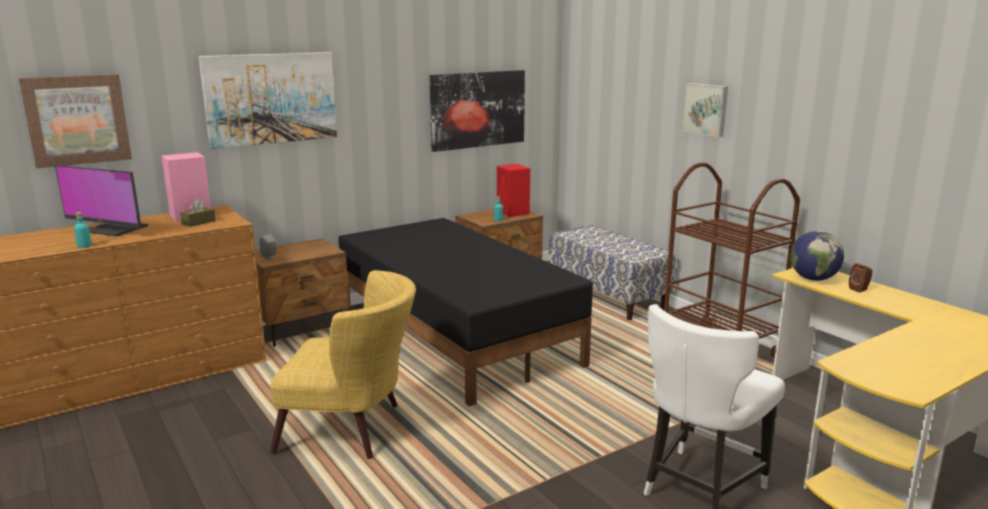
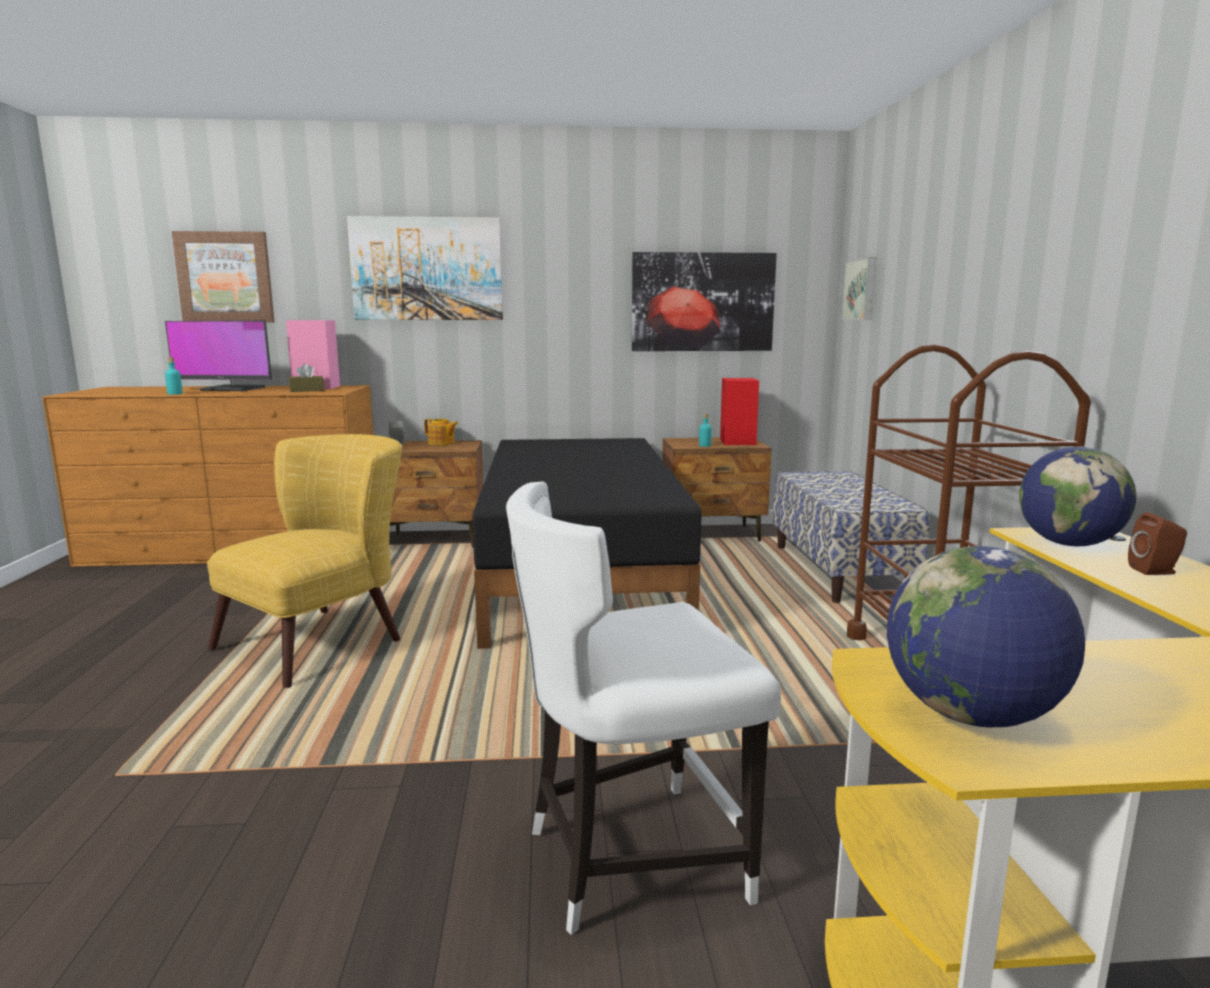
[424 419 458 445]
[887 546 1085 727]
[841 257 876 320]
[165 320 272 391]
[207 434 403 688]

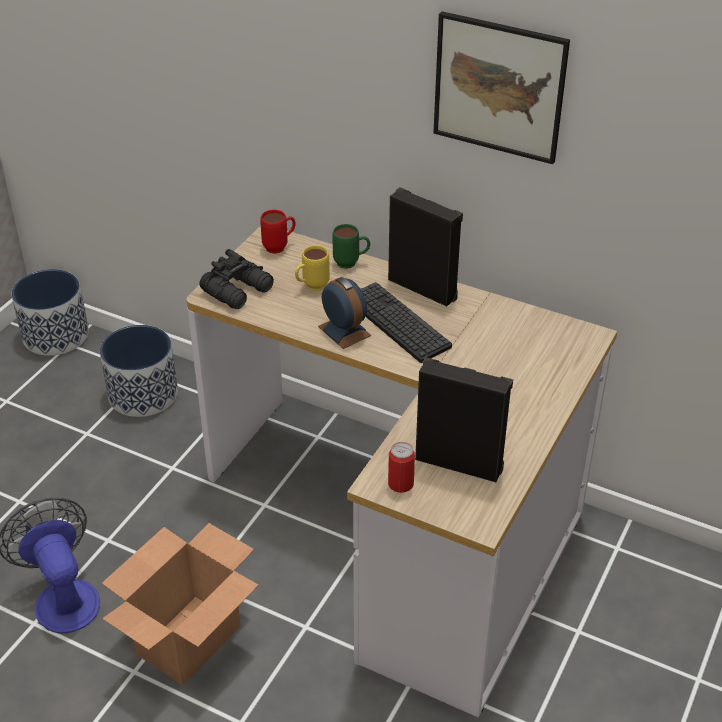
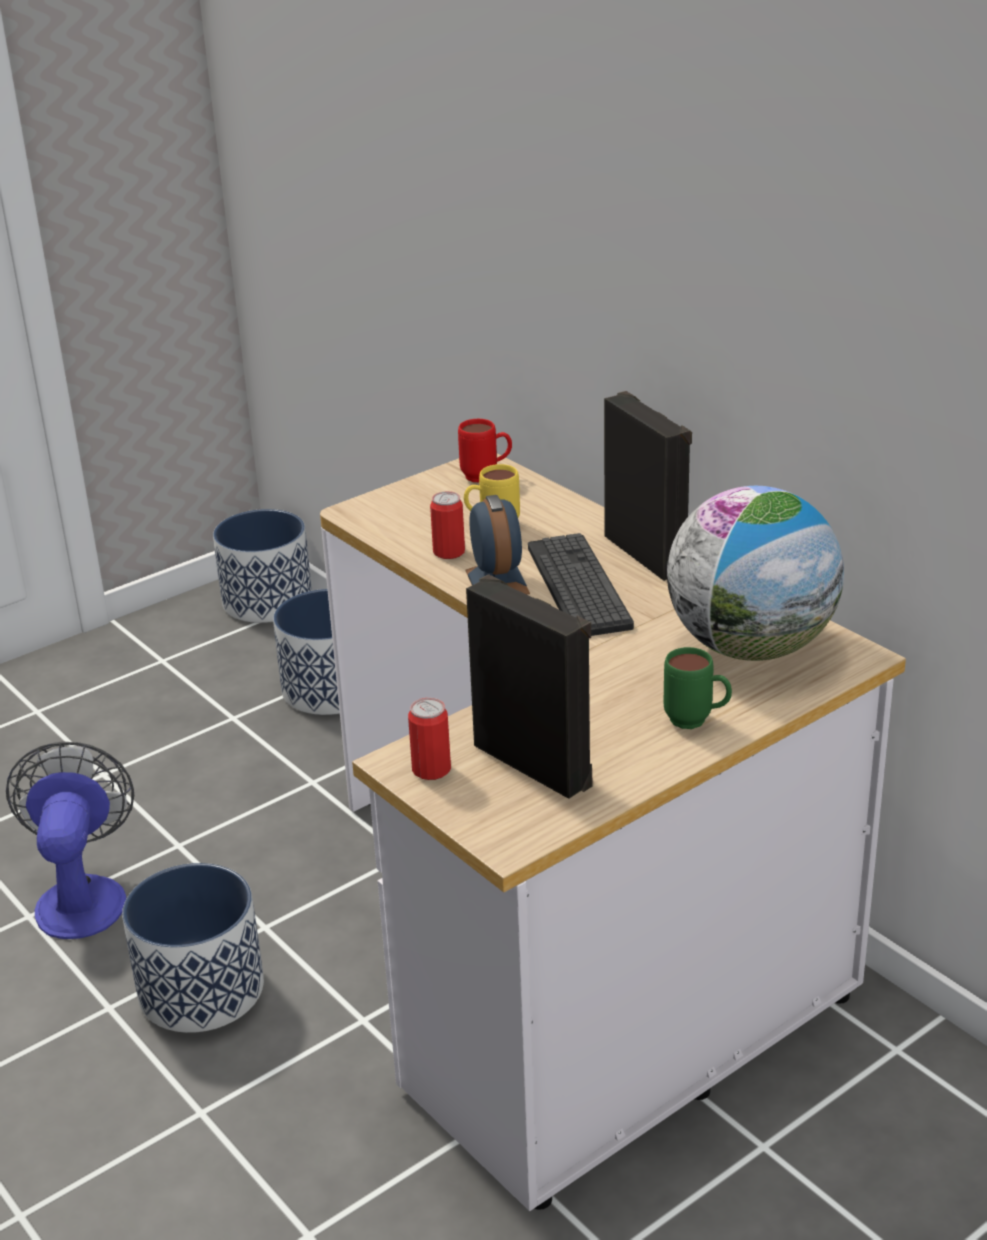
[200 249 274 309] (first image)
[433 11 570 164] (first image)
[430 491 465 559]
[667 486 844 661]
[664 647 732 729]
[122 863 264 1033]

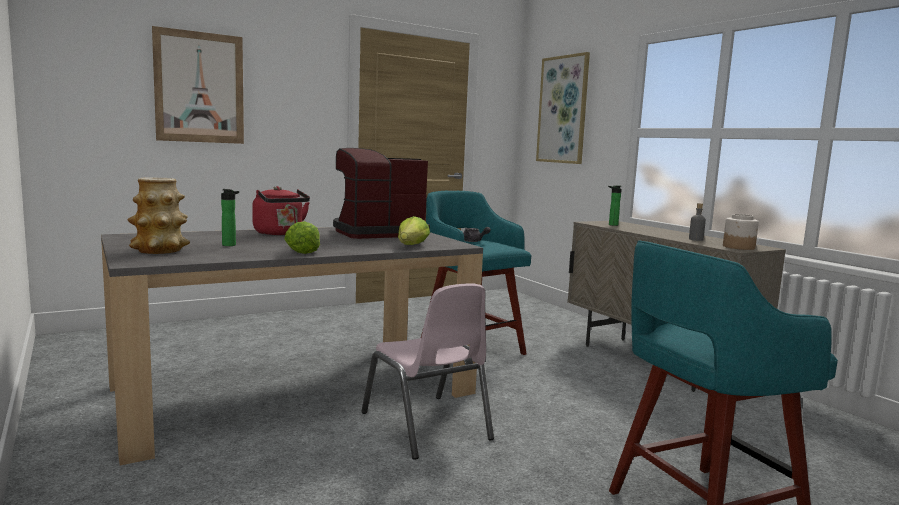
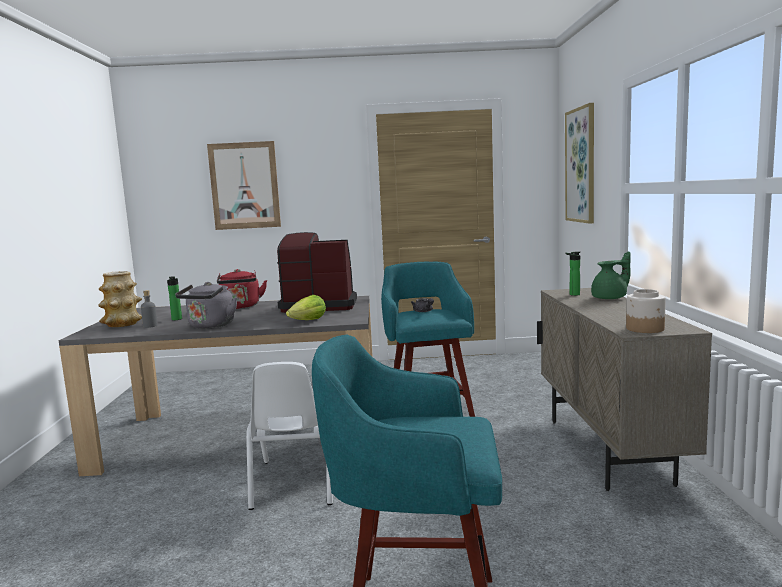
[591 251 631 299]
[141 290 157 328]
[175 282 237 329]
[246 362 333 510]

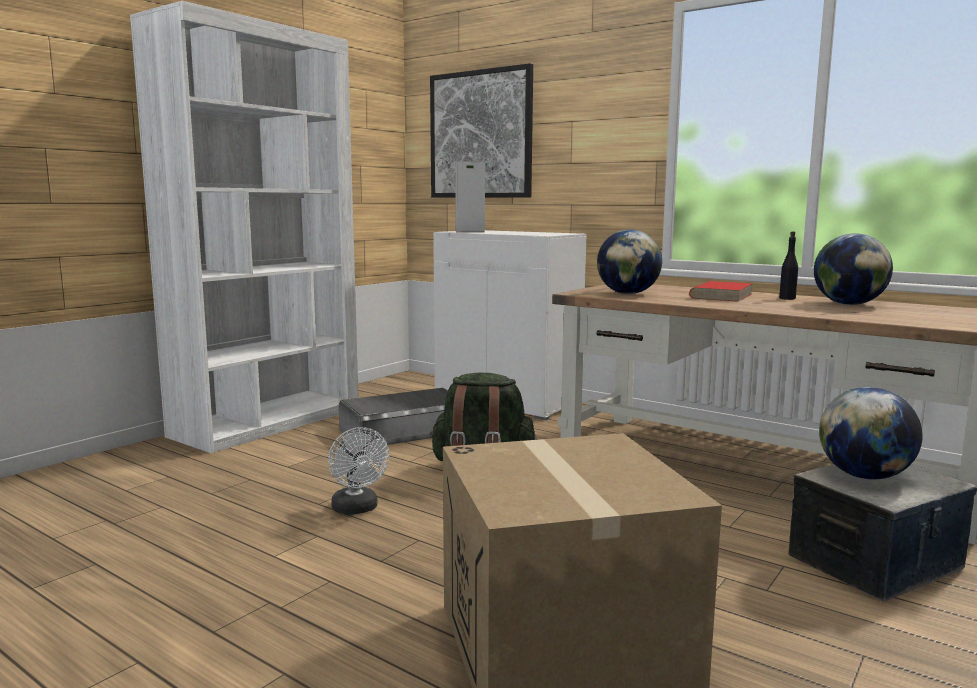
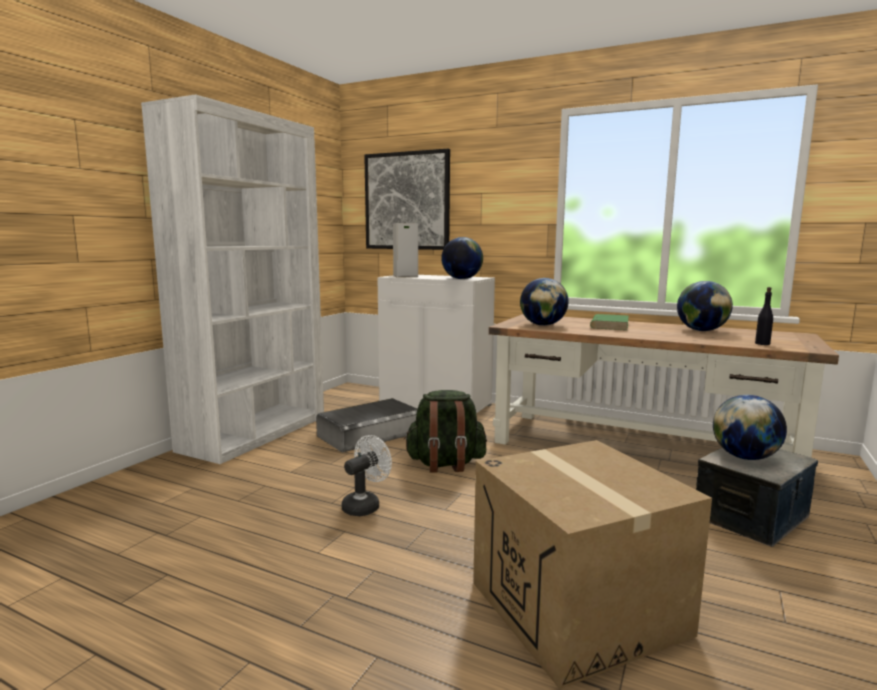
[441 237 483 279]
[755 287 773 345]
[590 314 629 330]
[342 435 392 516]

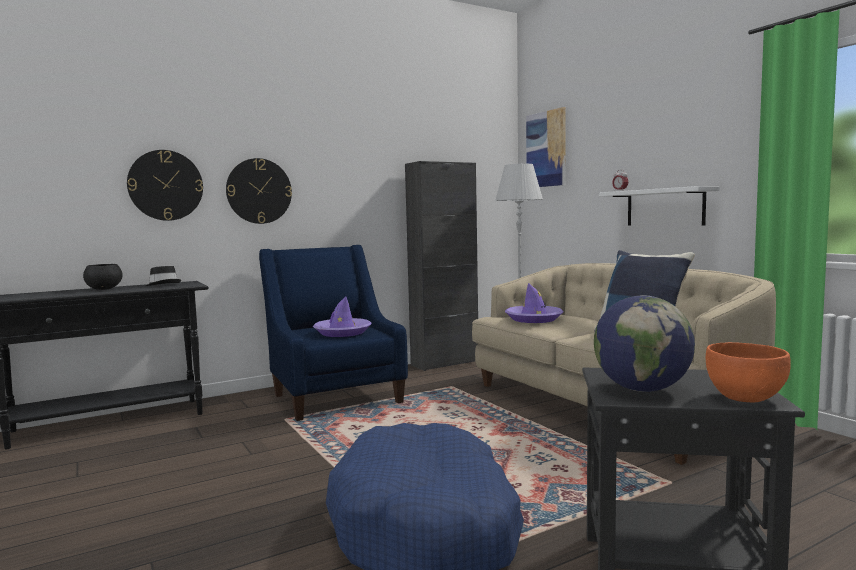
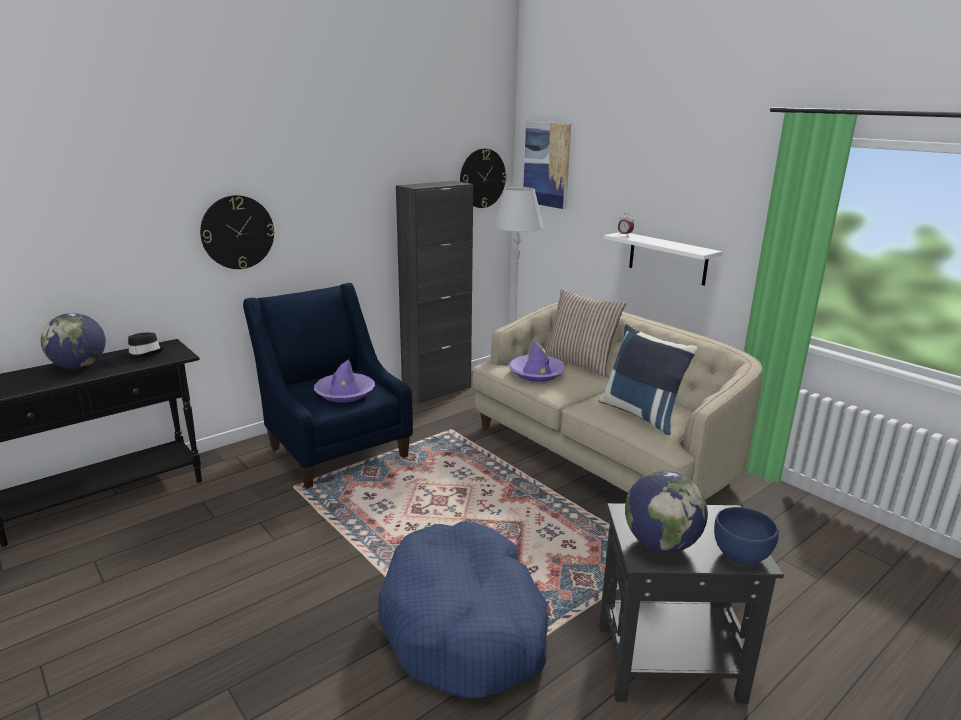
[545 288 626 377]
[460 148 507 208]
[41 313 106 369]
[714 507 779 564]

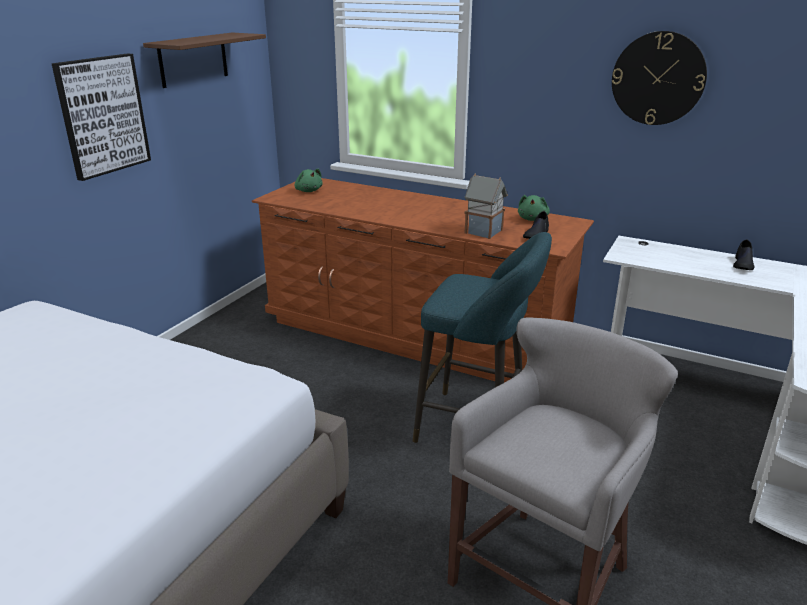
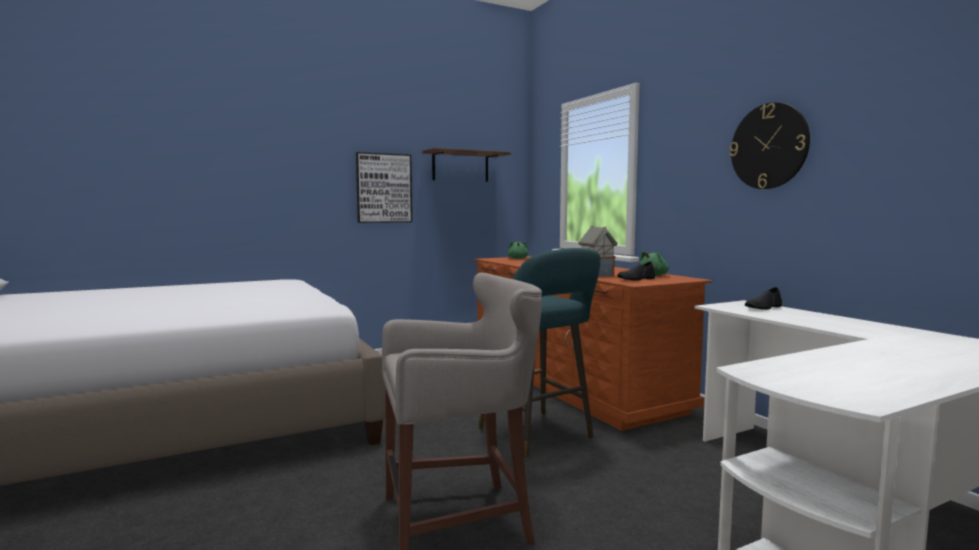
[745 287 782 310]

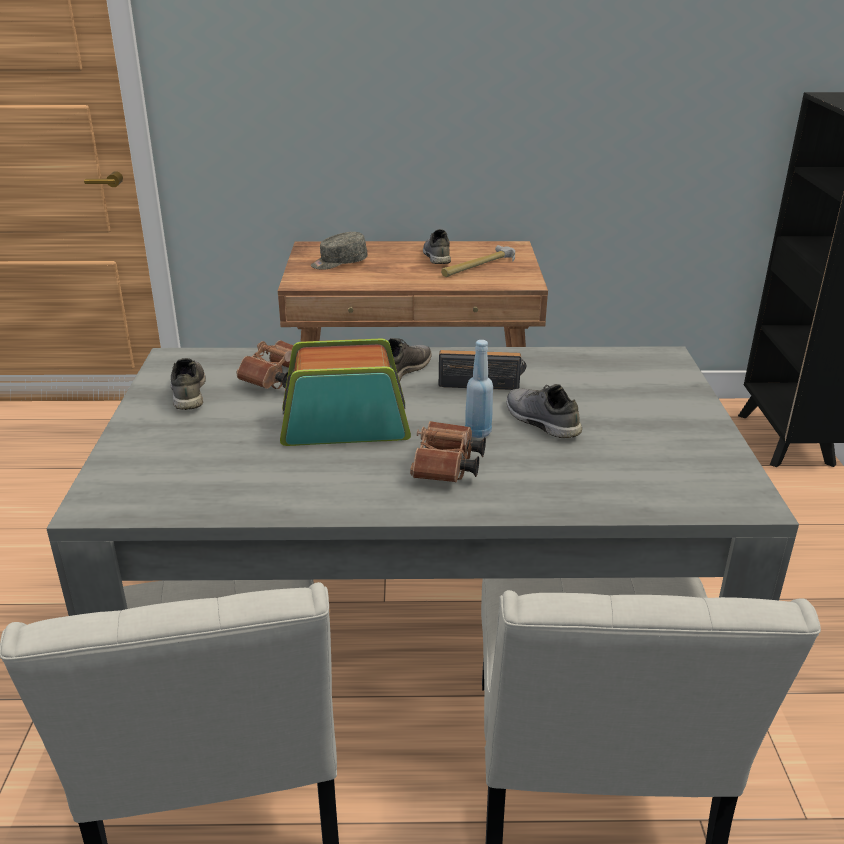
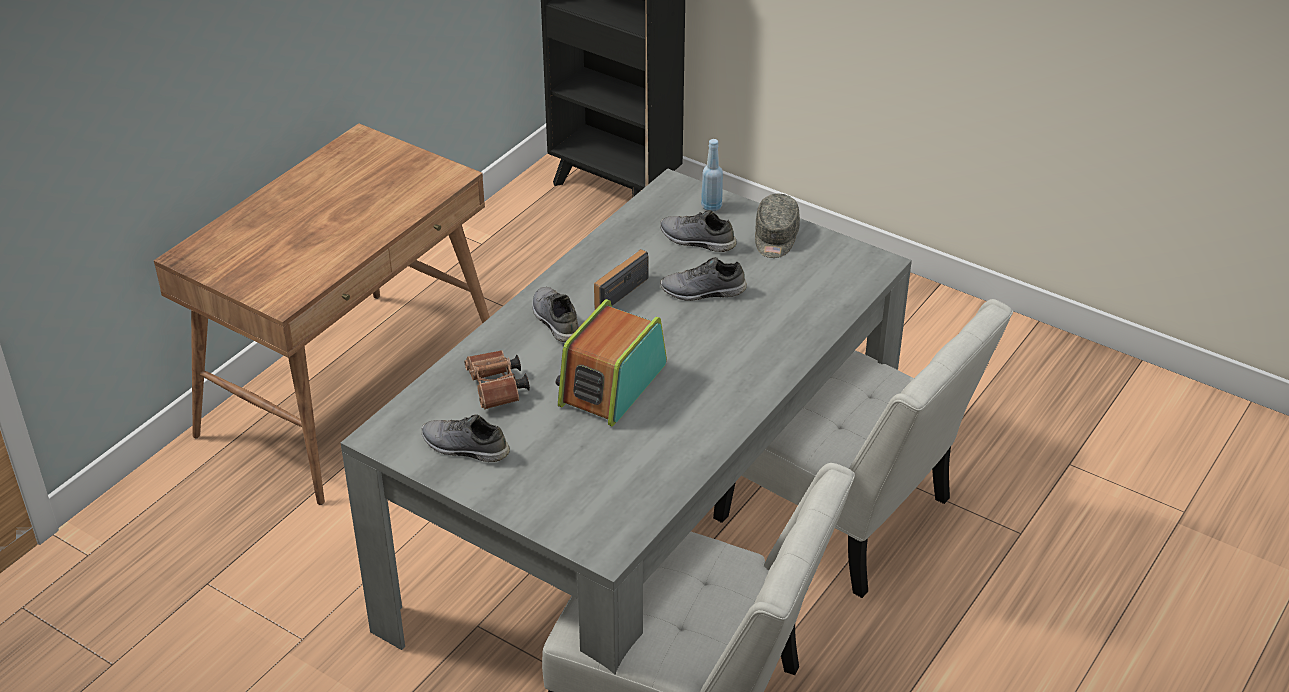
[410 421 486 482] (first image)
[441 245 515 277] (first image)
[755 194 800 258]
[660 210 737 252]
[701 139 723 212]

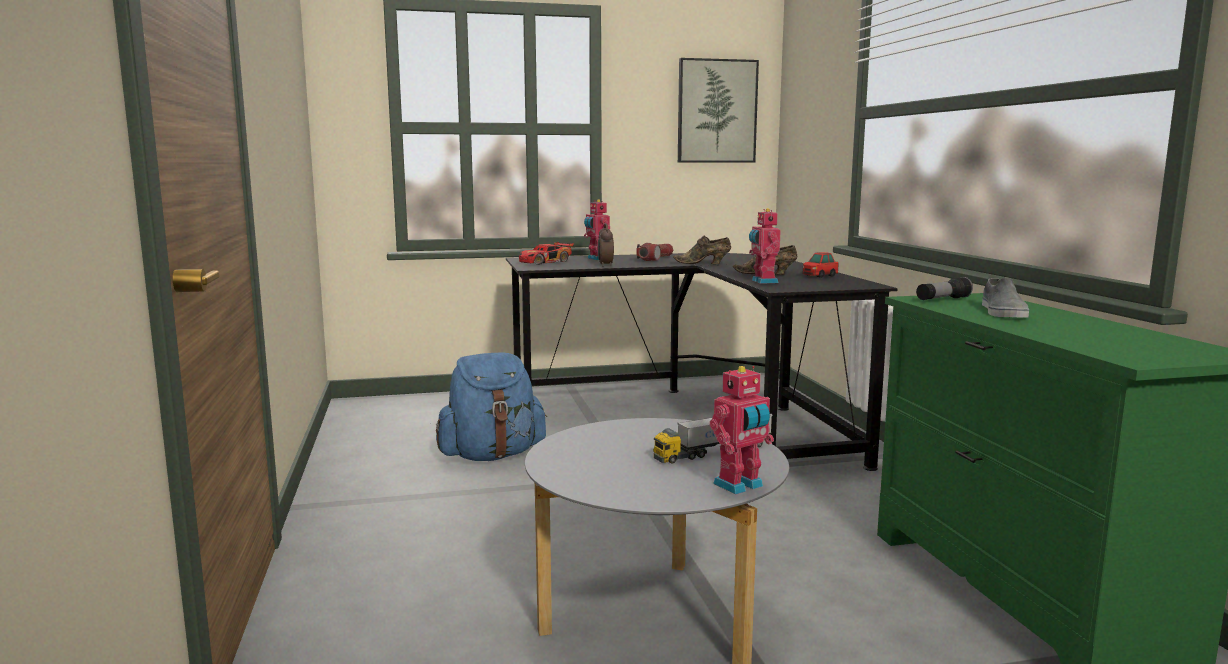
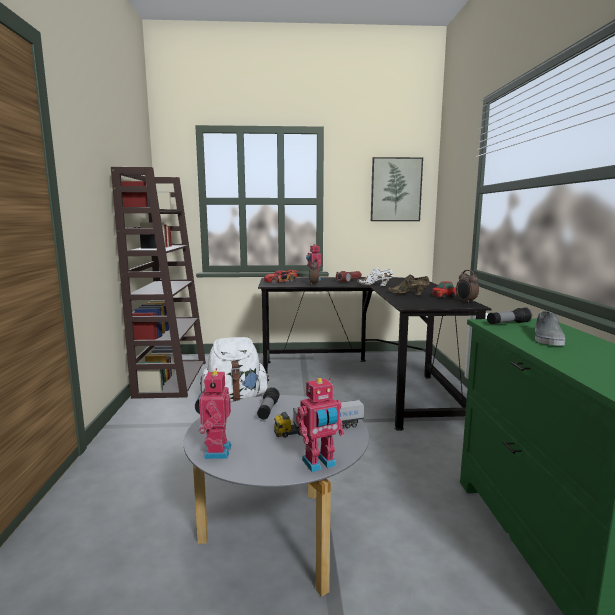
[111 167 206 399]
[257 387 280 419]
[456 270 479 303]
[195 368 231 459]
[200 337 269 403]
[357 268 393 286]

